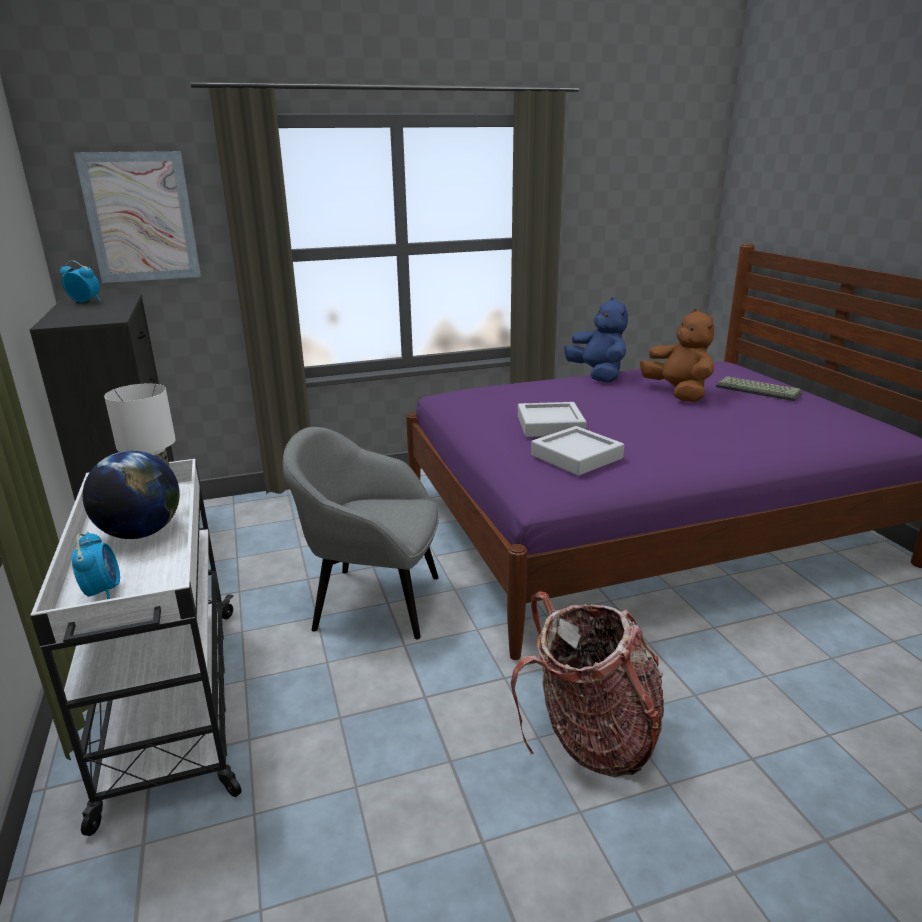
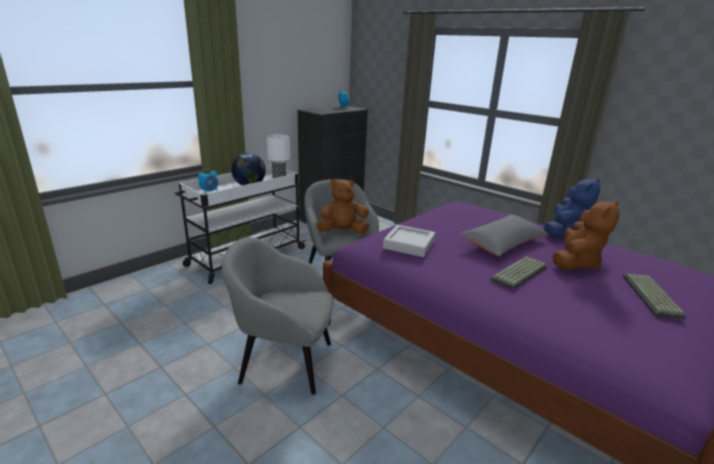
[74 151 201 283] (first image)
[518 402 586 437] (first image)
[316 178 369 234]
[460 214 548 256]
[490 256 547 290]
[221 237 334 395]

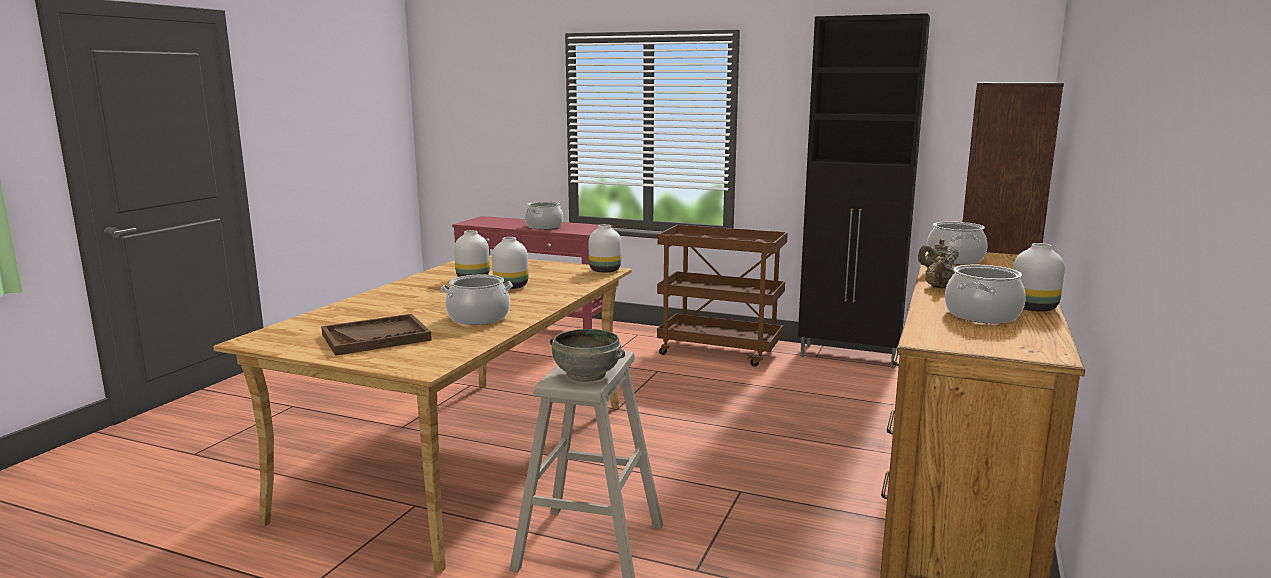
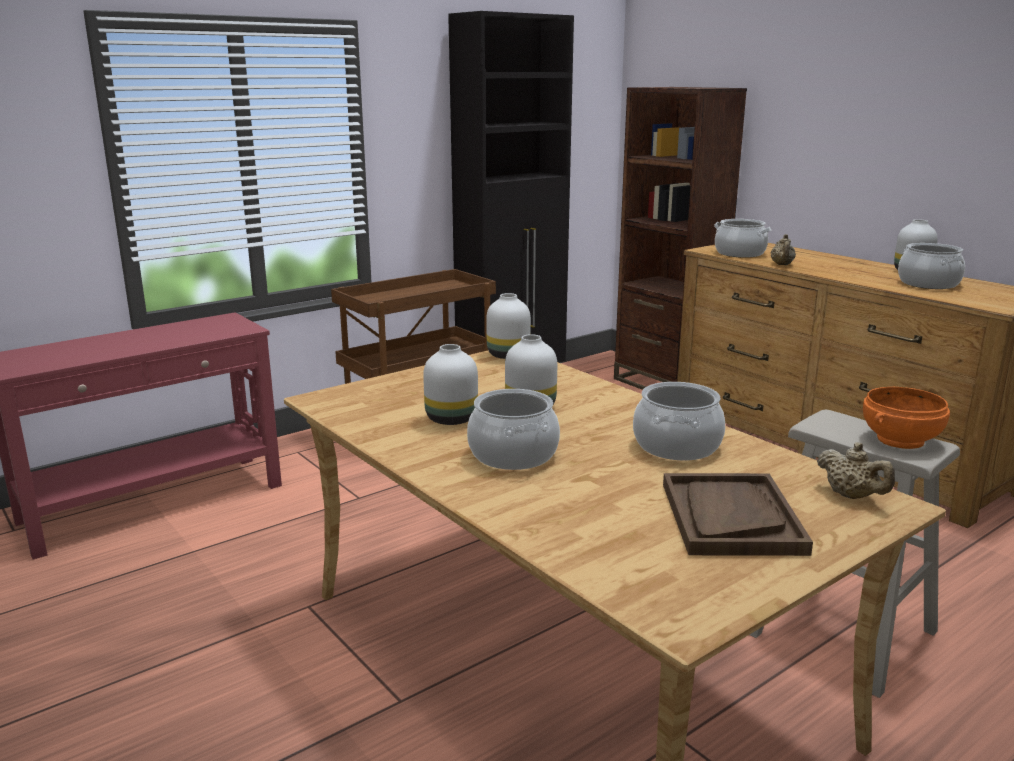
[467 389 560 470]
[817 442 895 499]
[863 387 950 449]

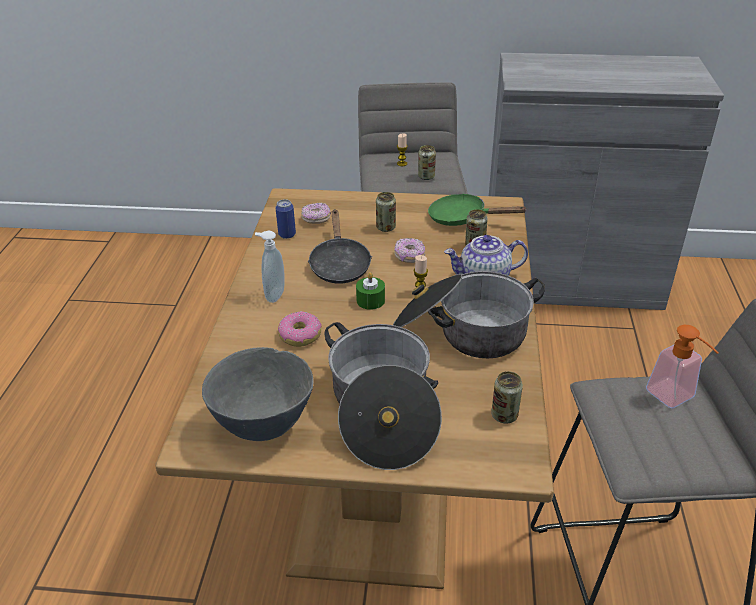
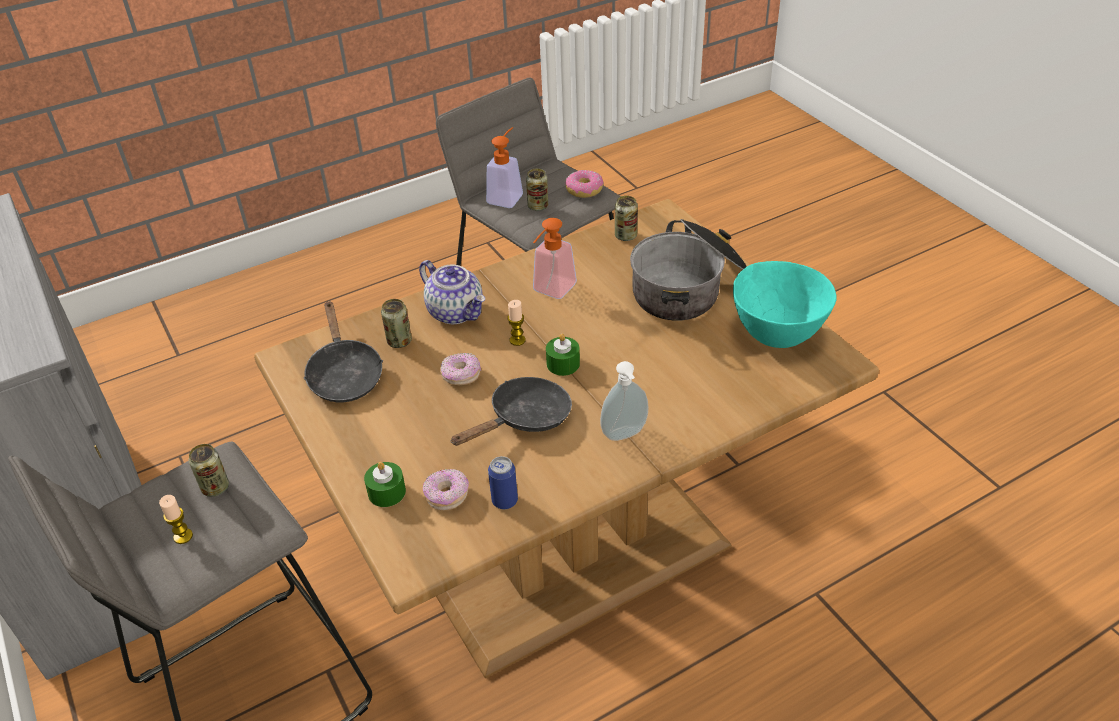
[364 462 406 507]
[565 170 604 198]
[526 169 548 211]
[533 218 577 299]
[733 261 837 348]
[303 301 383 402]

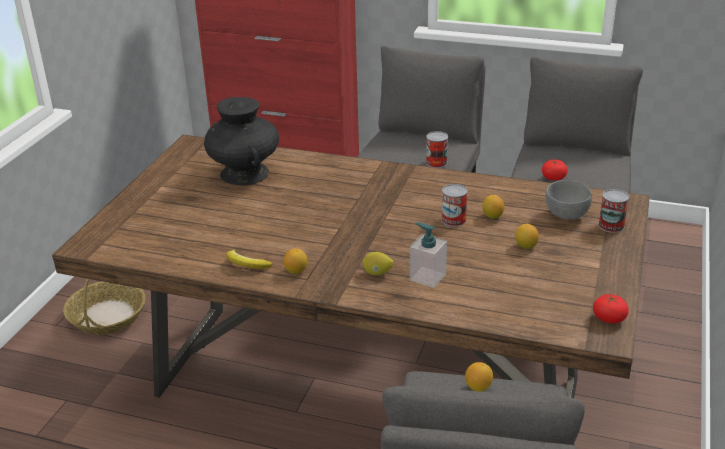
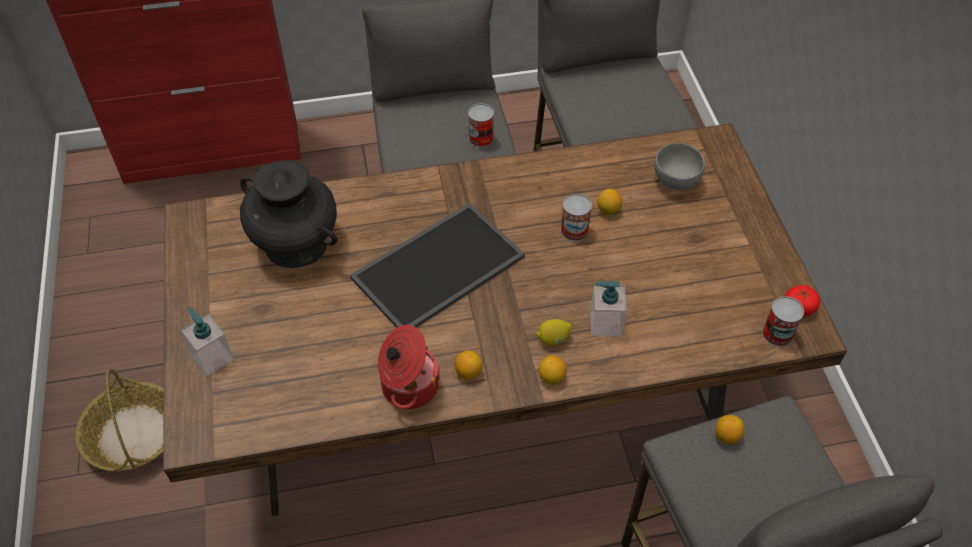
[542 159 568 181] (first image)
[181 307 234 376]
[350 203 525 328]
[538 355 567 384]
[762 296 804 347]
[378 325 440 409]

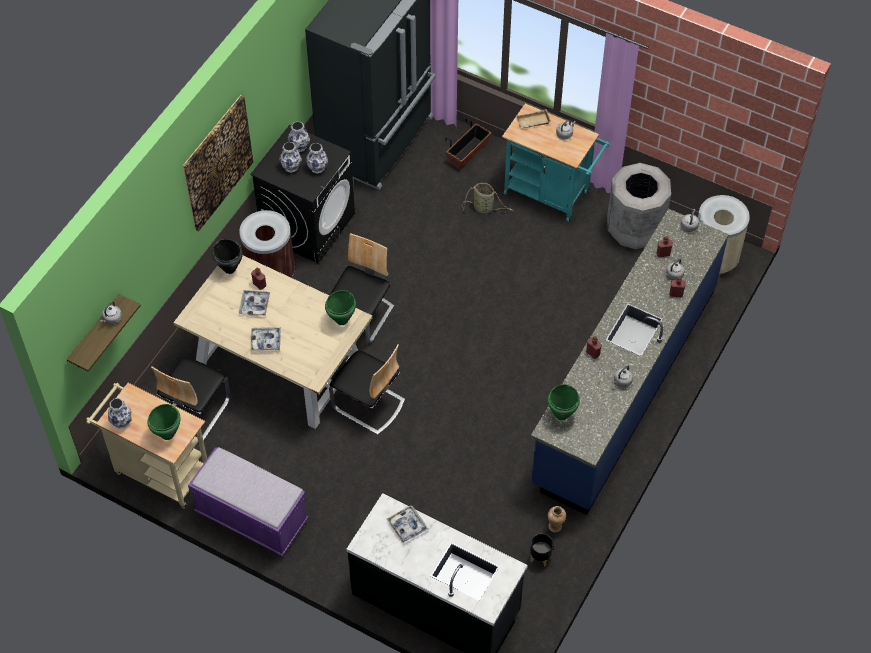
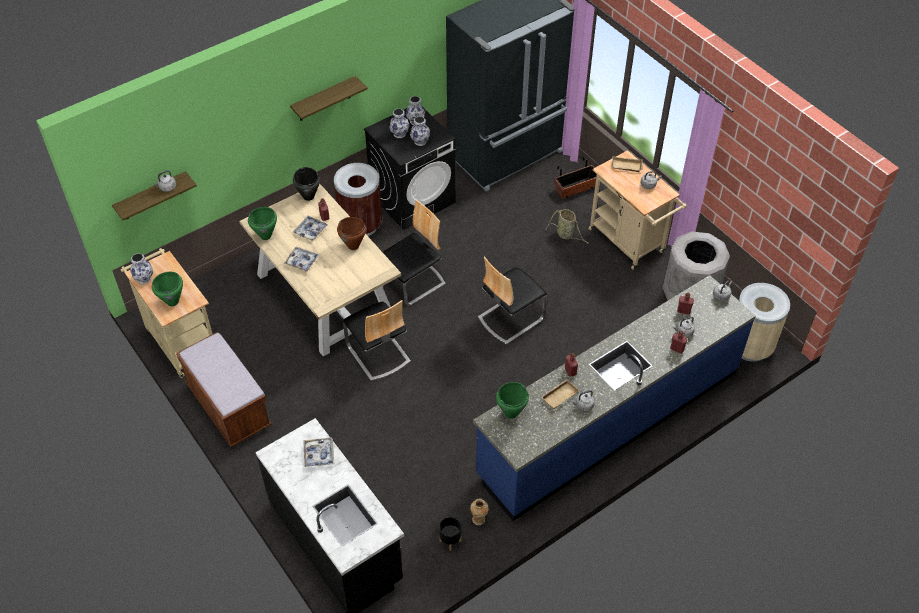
[337 217 366 250]
[542 379 579 409]
[478 256 547 345]
[248 207 277 240]
[290 76 368 121]
[176 332 272 447]
[589 150 687 270]

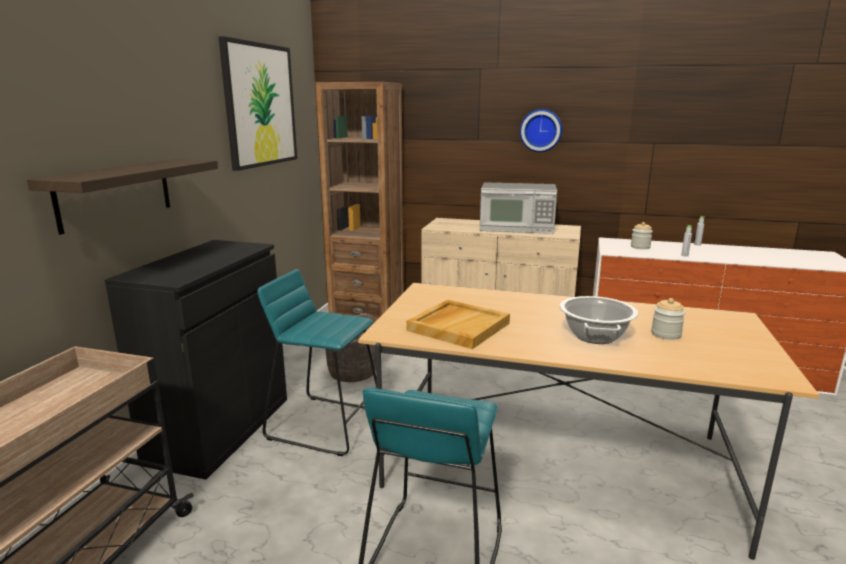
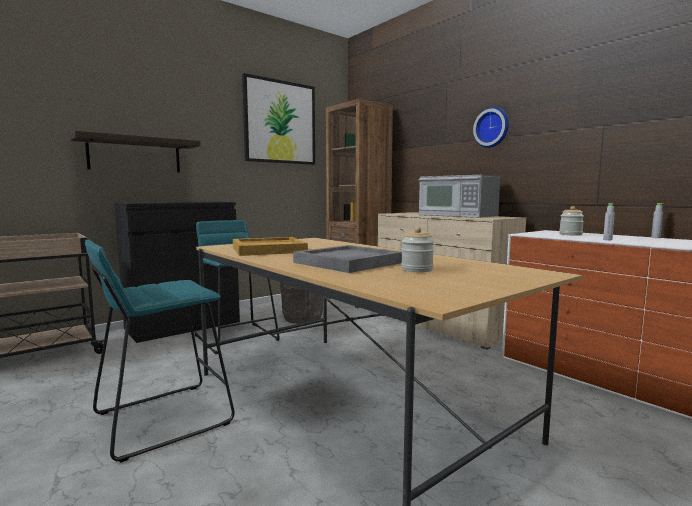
[293 245 402 273]

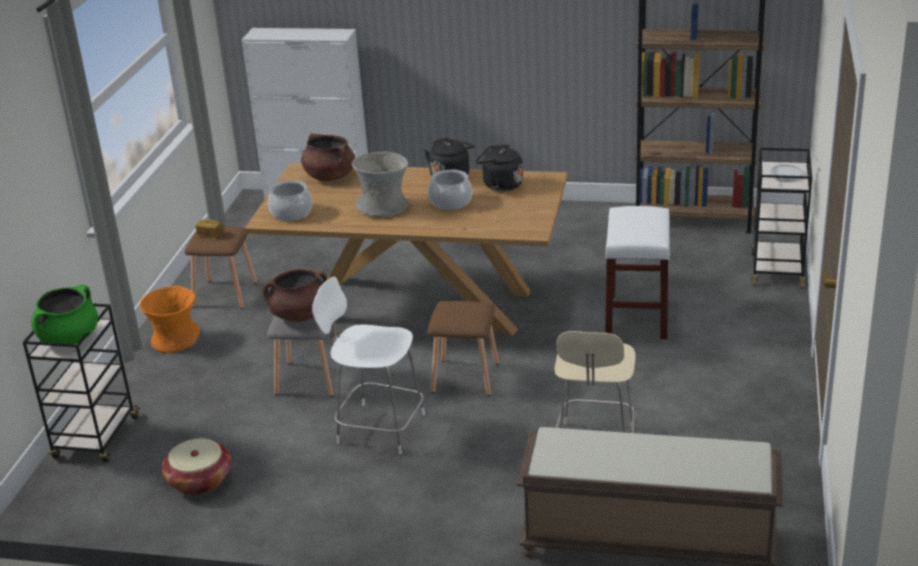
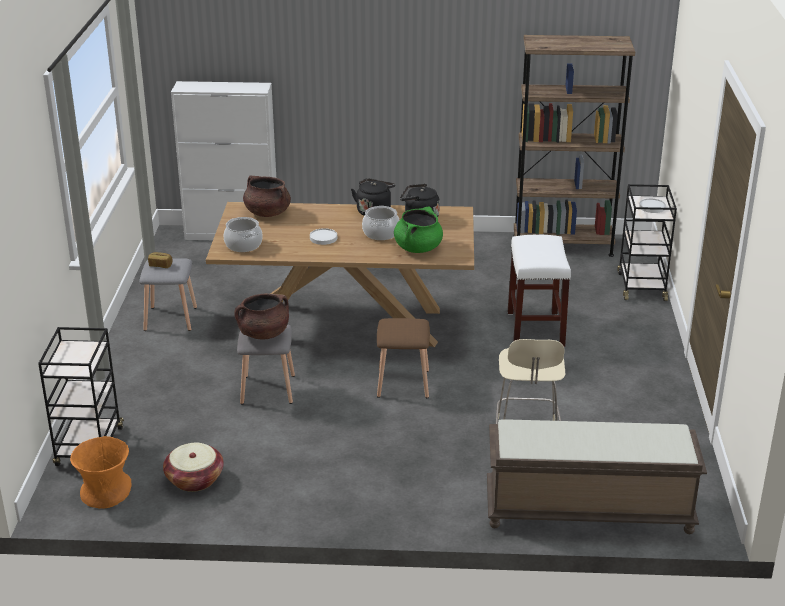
[312 276 425 454] (first image)
[394 207 443 253]
[70 436 132 509]
[310 228 337 245]
[139 258 197 331]

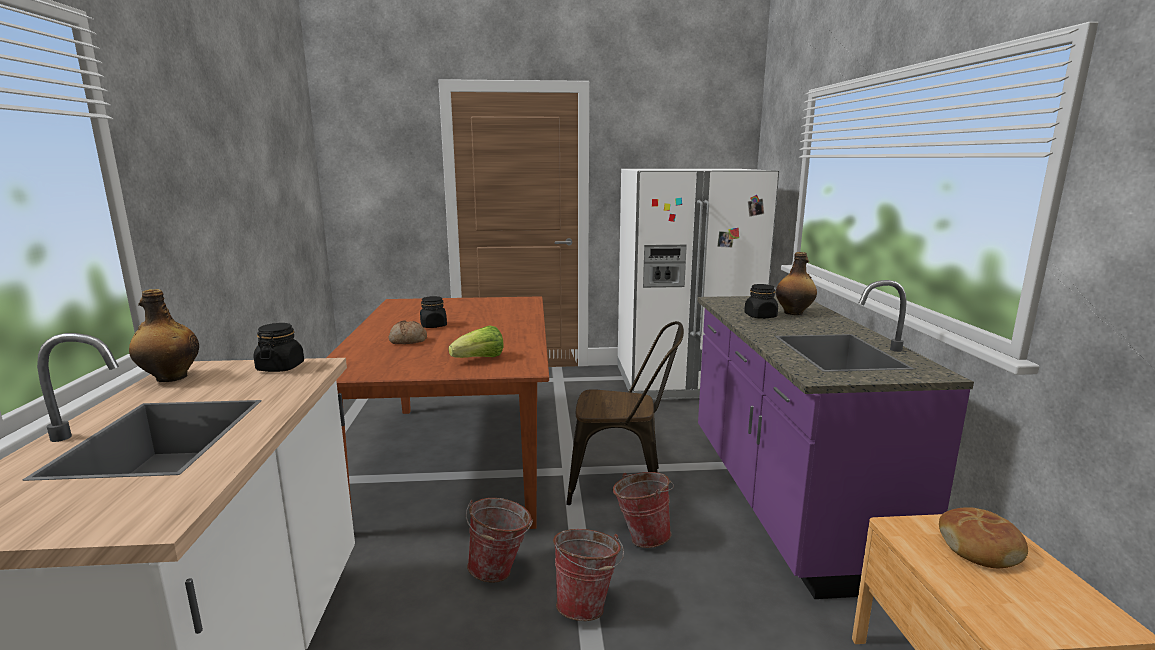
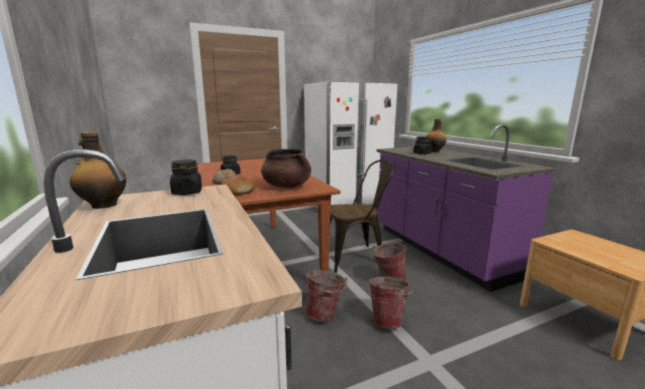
[221 176 255 195]
[261 149 311 188]

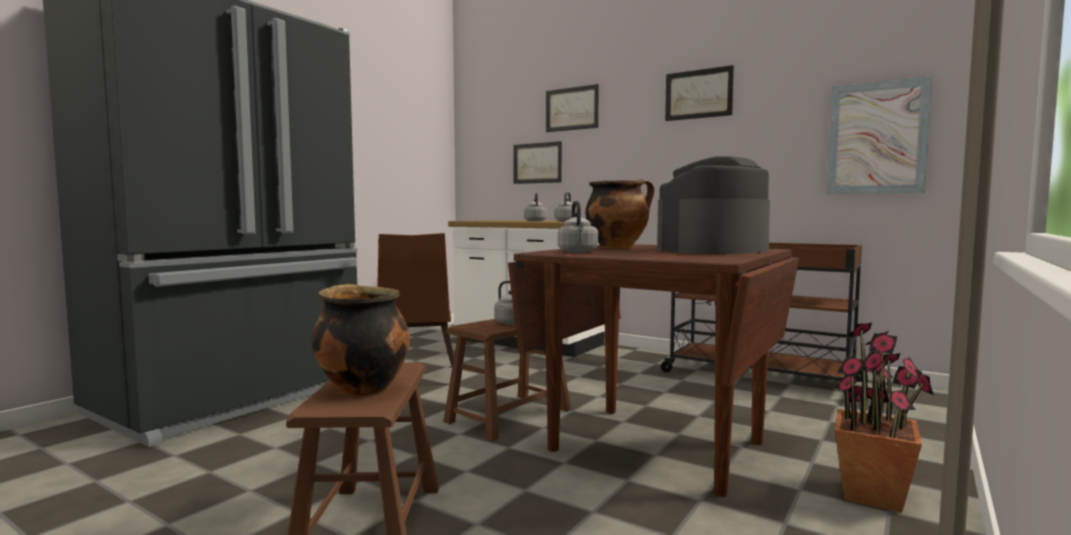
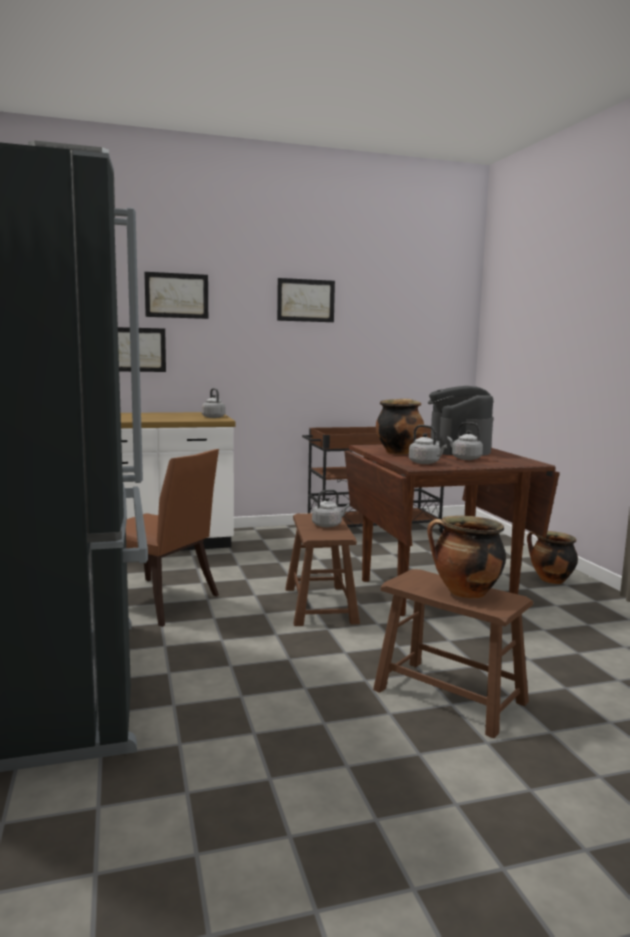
[827 76 932 194] (first image)
[447 422 483 460]
[527 531 578 584]

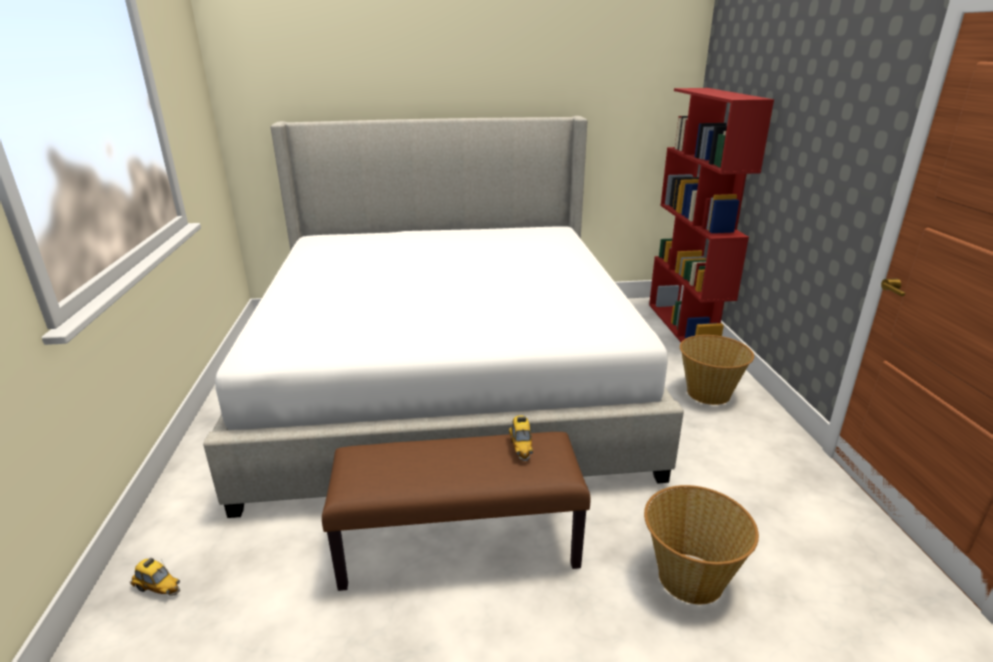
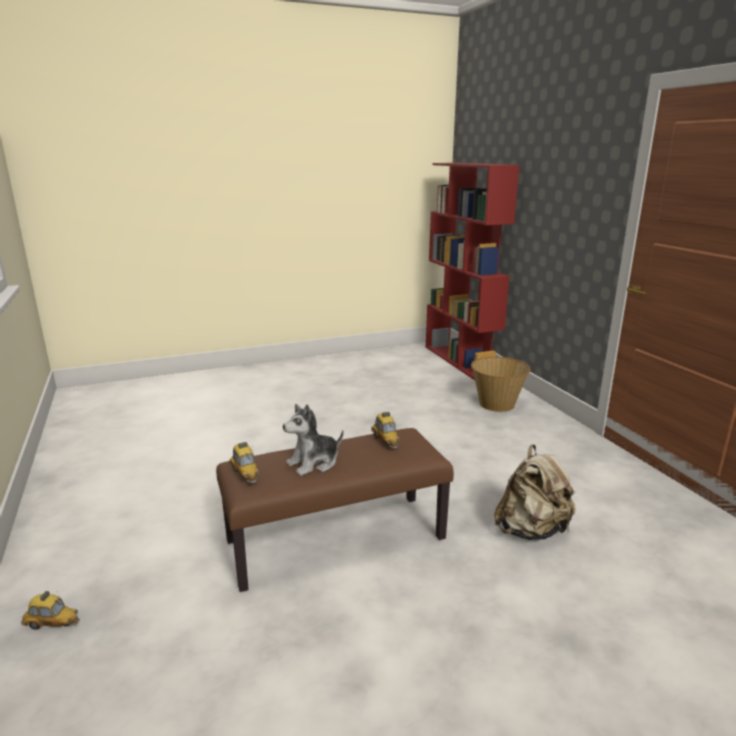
[203 116 684 518] (first image)
[230 442 260 483]
[283 404 344 476]
[494 445 576 540]

